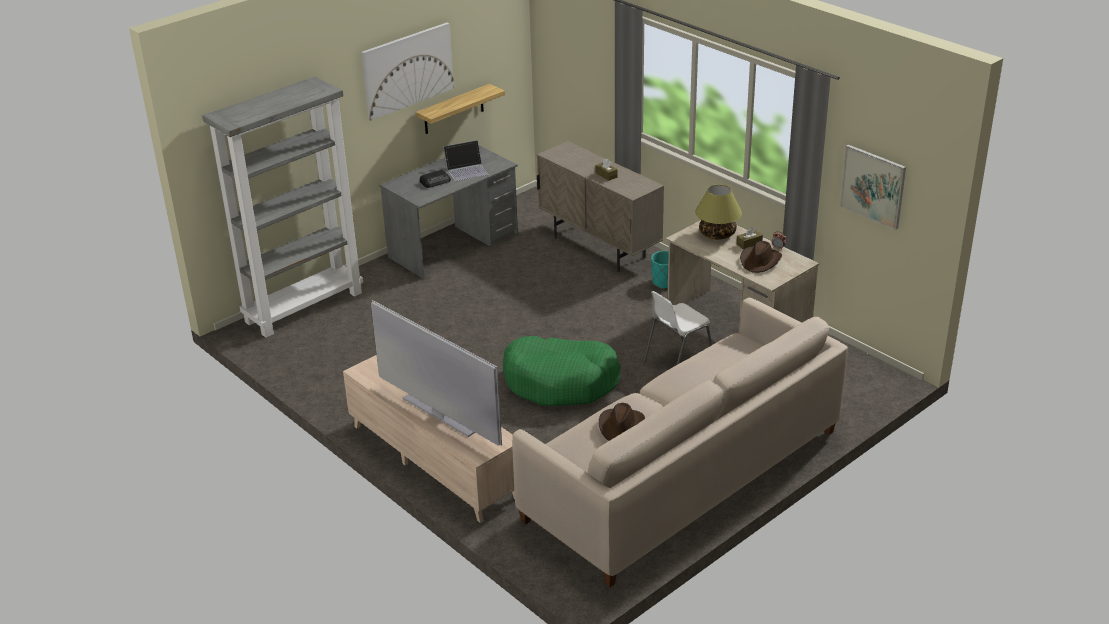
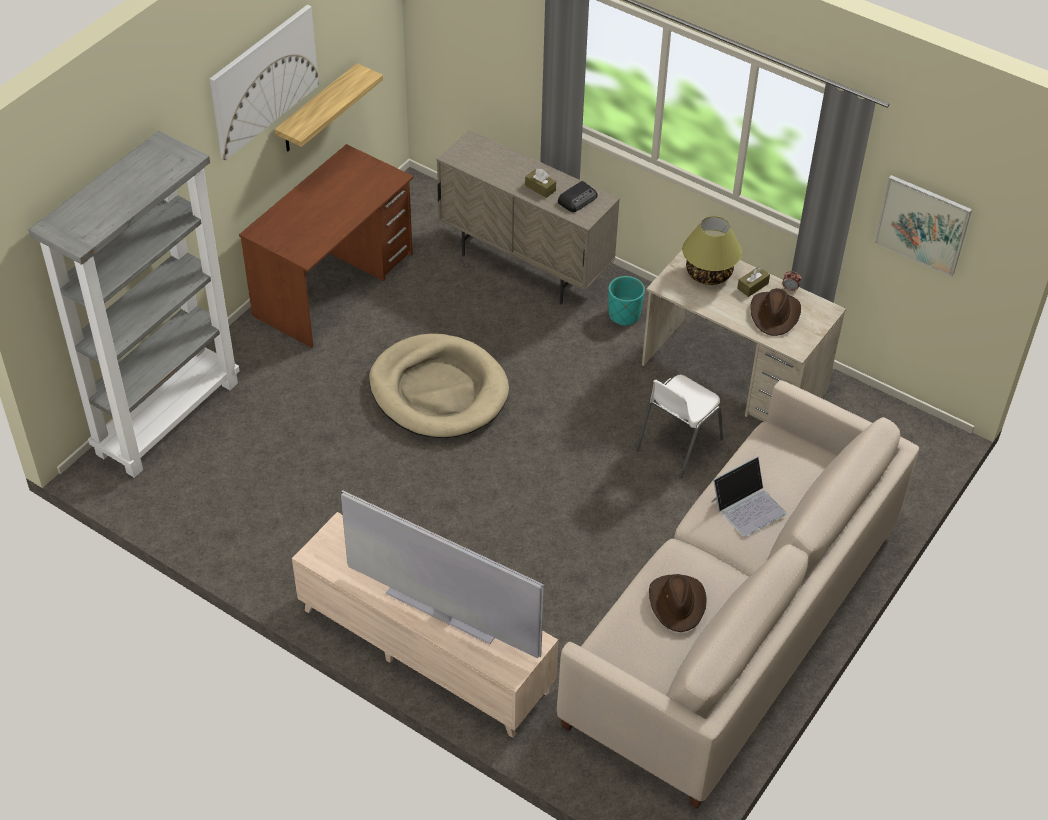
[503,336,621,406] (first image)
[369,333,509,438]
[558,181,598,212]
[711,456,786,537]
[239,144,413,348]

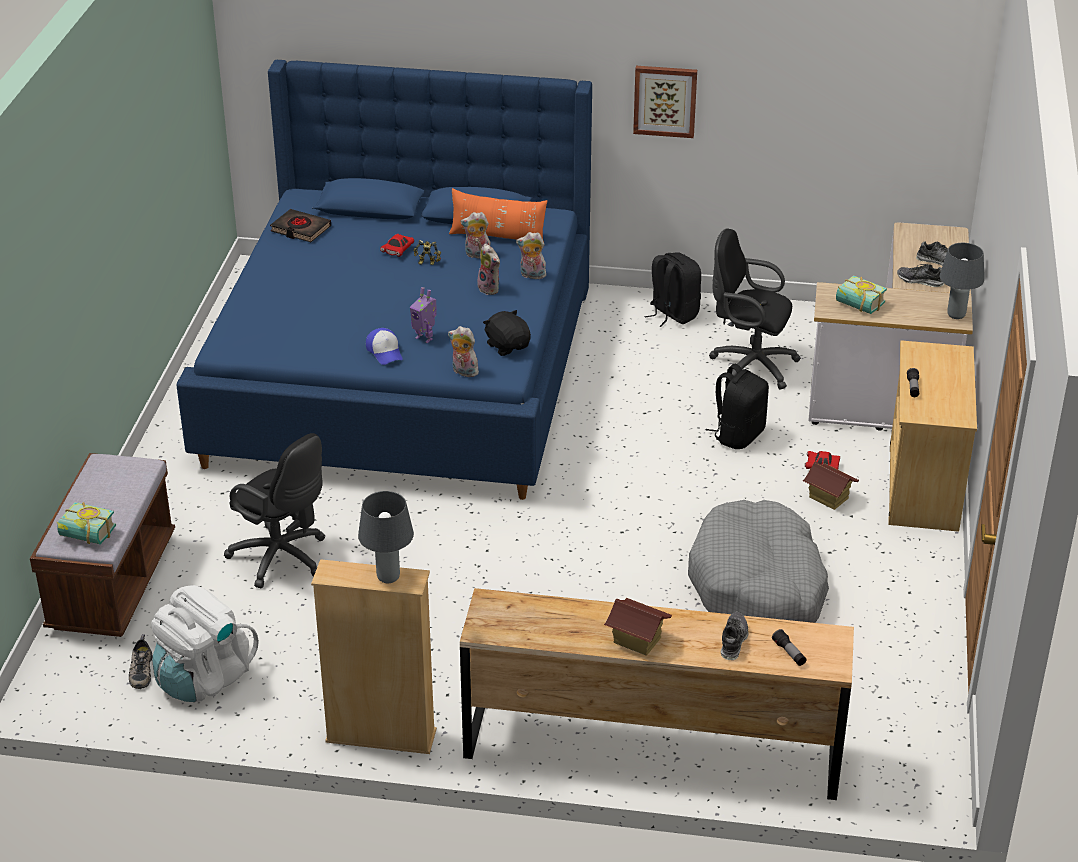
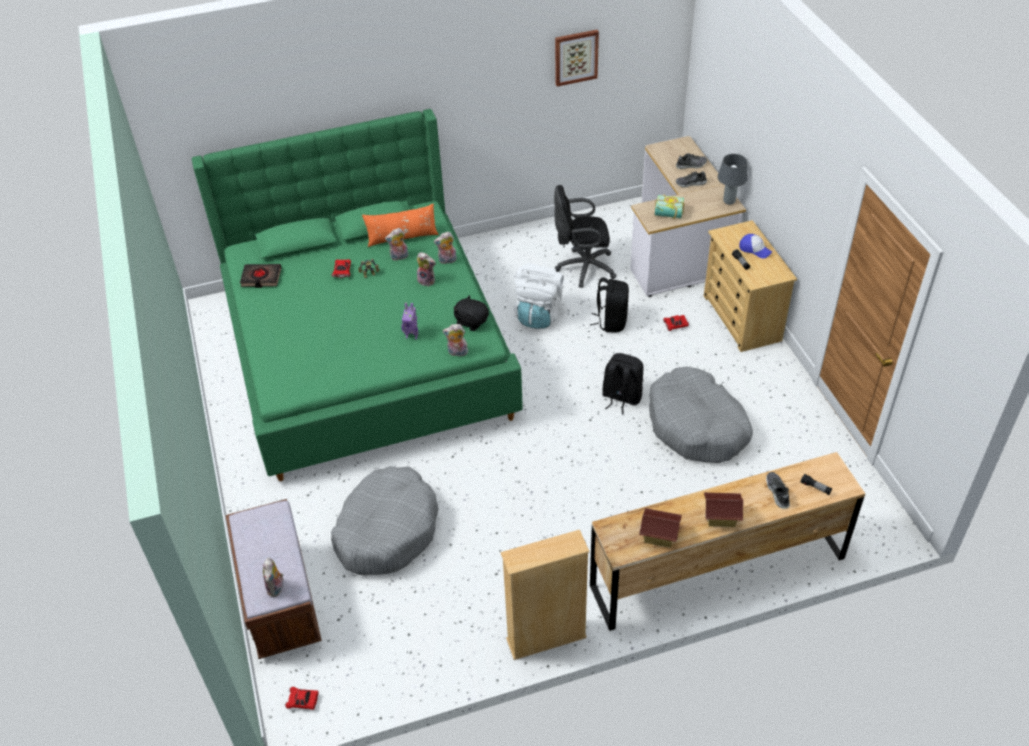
[129,634,152,689] (first image)
[358,491,414,583] (first image)
[285,687,319,710]
[514,264,564,329]
[739,234,772,259]
[555,30,599,87]
[602,353,643,414]
[639,508,682,548]
[263,557,284,597]
[331,466,438,575]
[192,109,523,481]

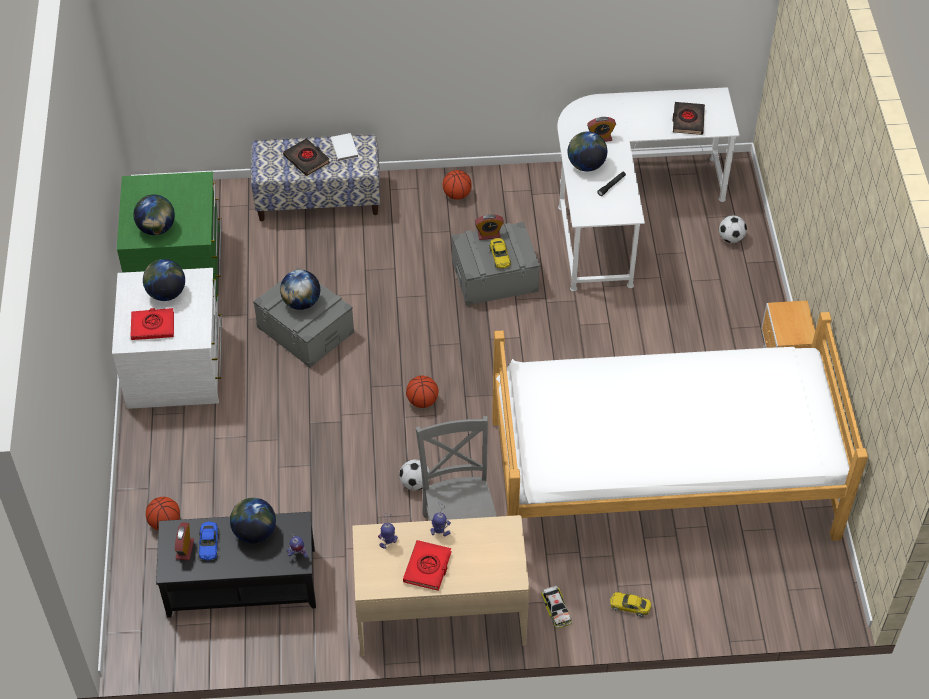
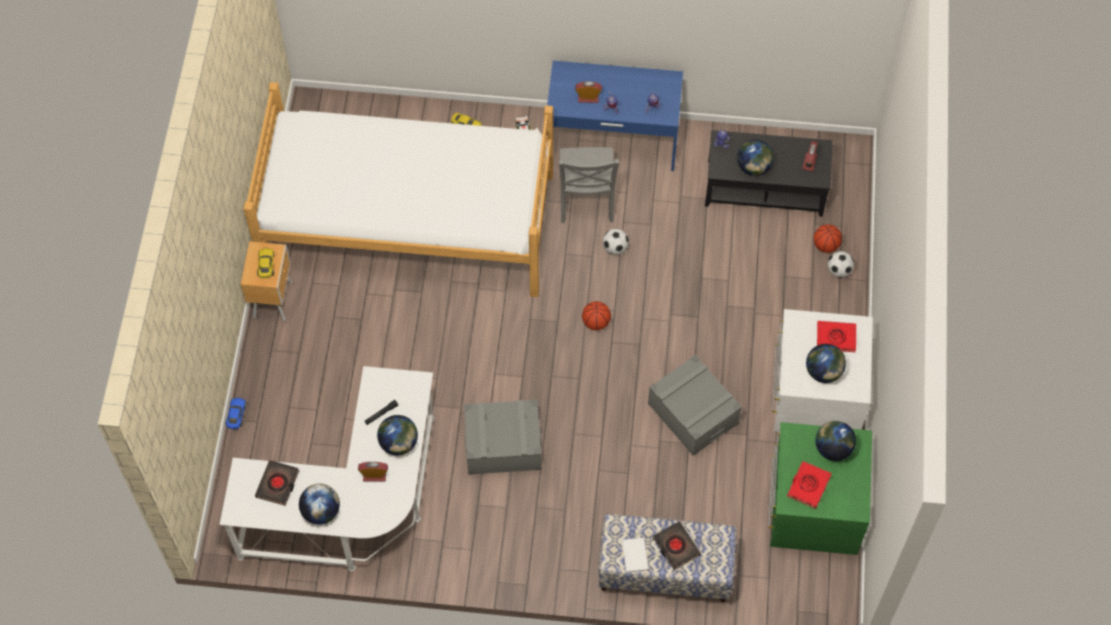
[443,170,472,200] (first image)
[226,398,246,429]
[299,484,340,525]
[787,461,831,509]
[575,81,602,103]
[257,248,274,279]
[828,251,854,278]
[547,61,683,171]

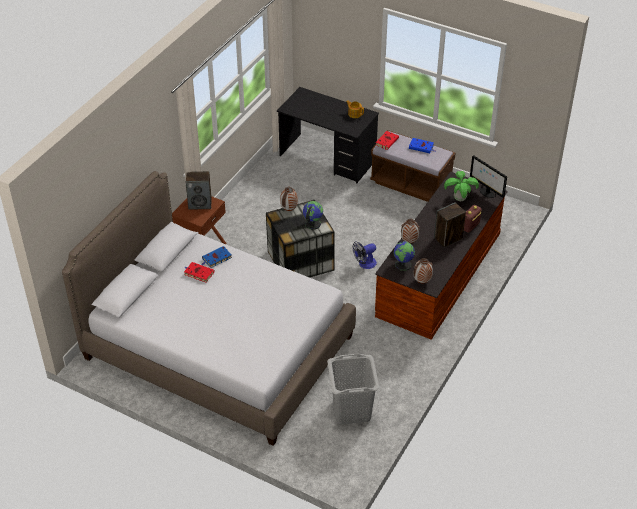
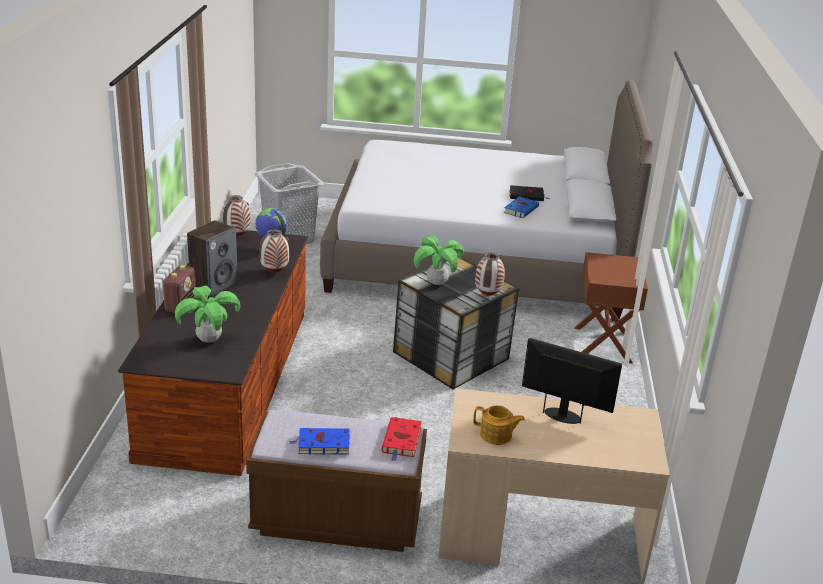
[186,171,212,210] (first image)
[352,242,377,269] (first image)
[522,338,622,424]
[414,236,464,285]
[509,185,549,201]
[438,388,670,582]

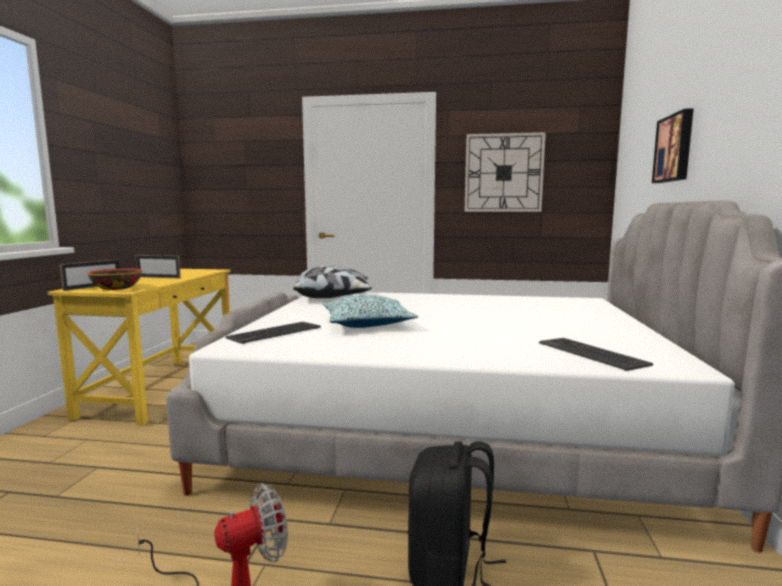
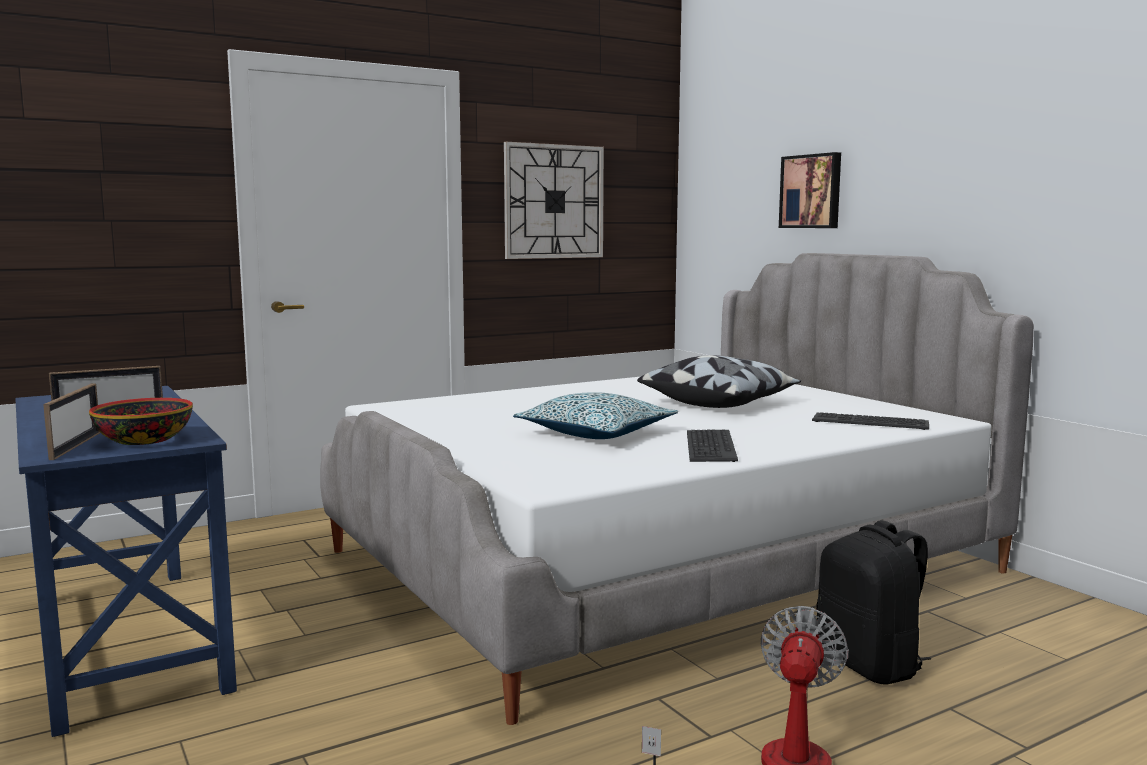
[687,429,738,462]
[637,355,801,408]
[15,386,237,737]

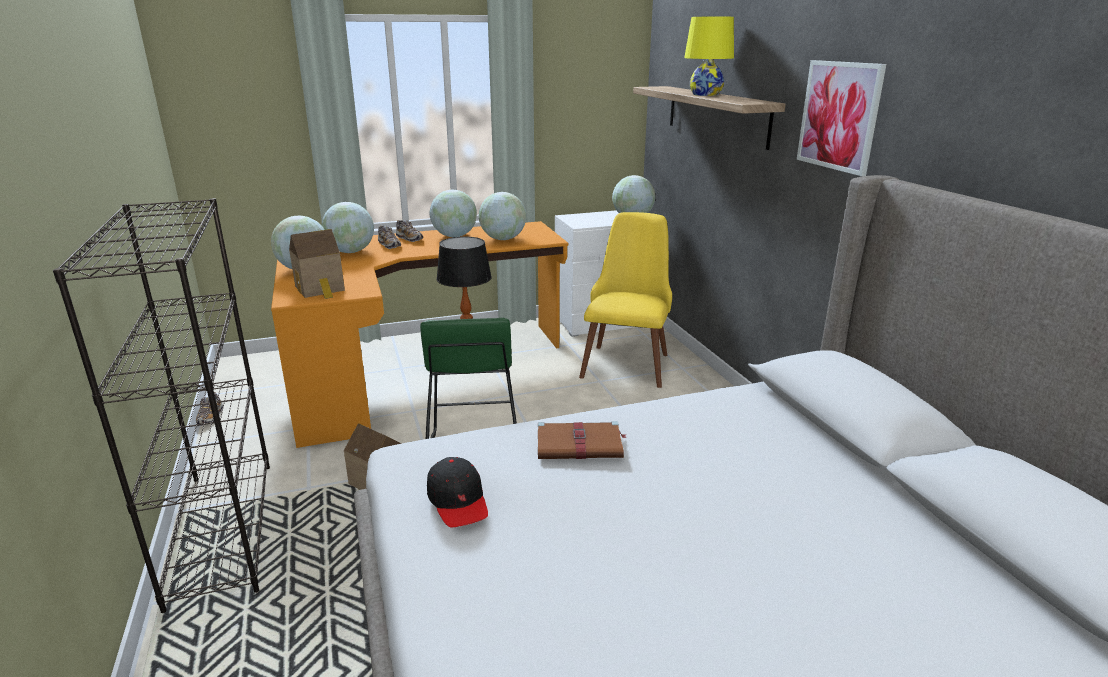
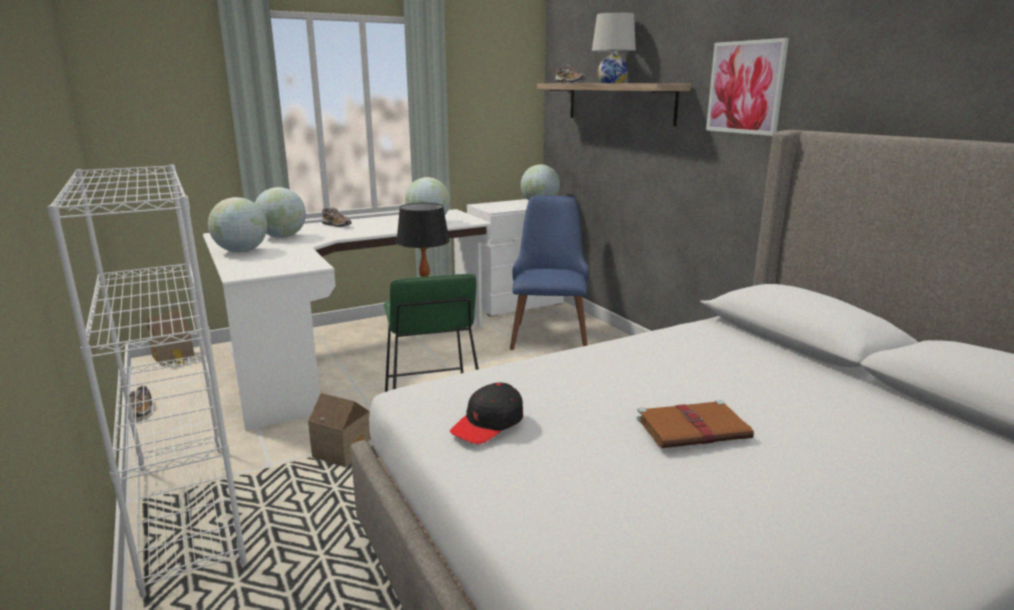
[430,190,477,237] (first image)
[147,310,195,366]
[555,65,586,83]
[637,400,754,448]
[47,165,247,598]
[203,209,491,431]
[510,196,589,350]
[592,12,636,83]
[450,383,523,444]

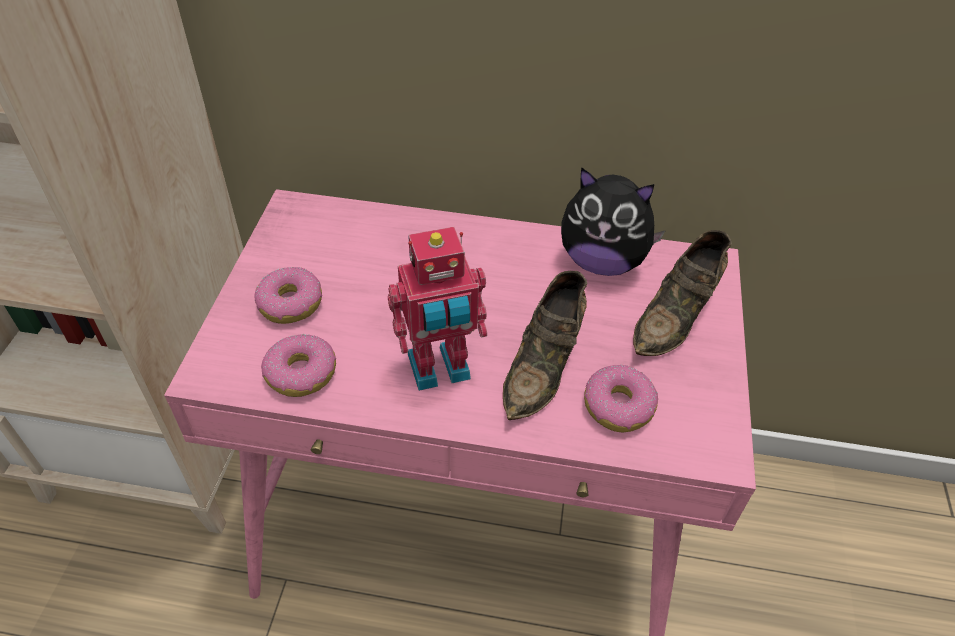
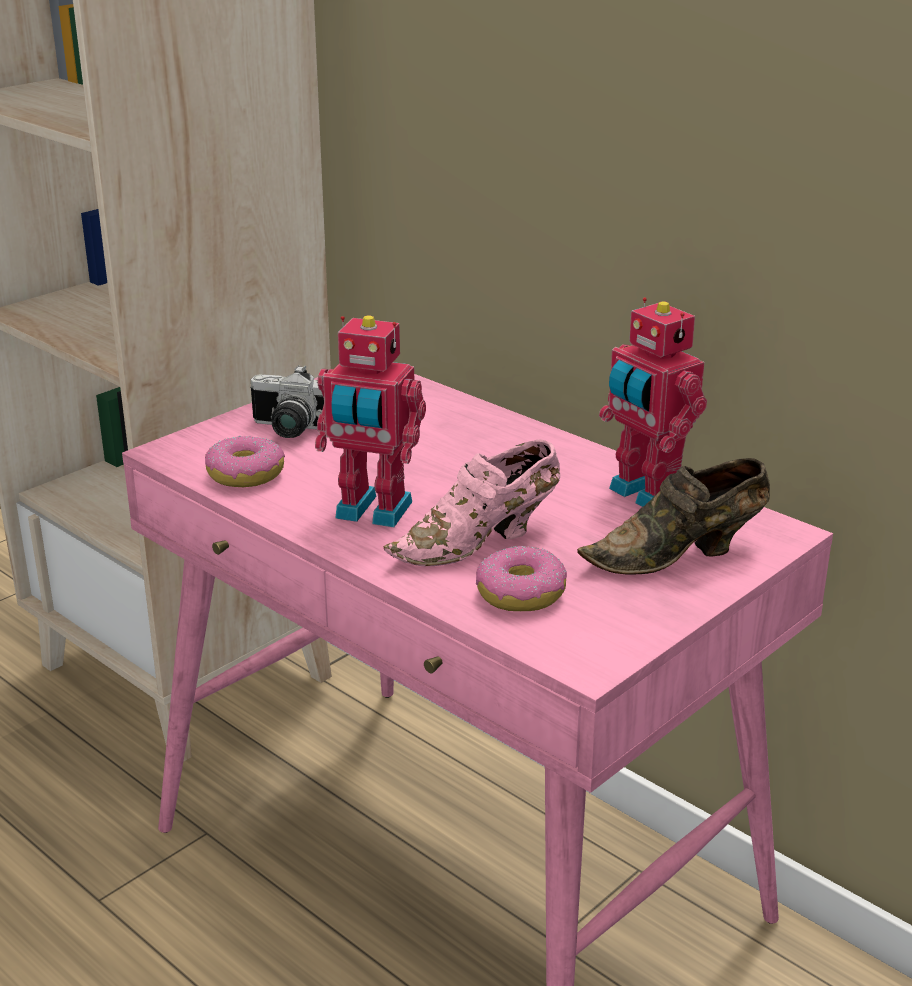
[250,365,324,438]
[599,297,707,507]
[384,440,560,566]

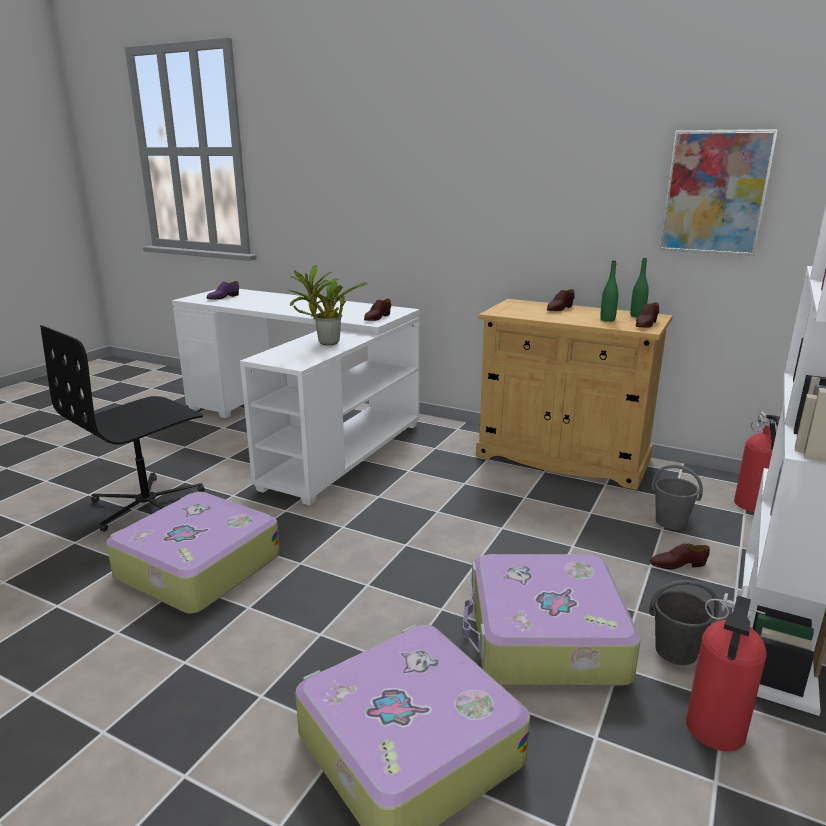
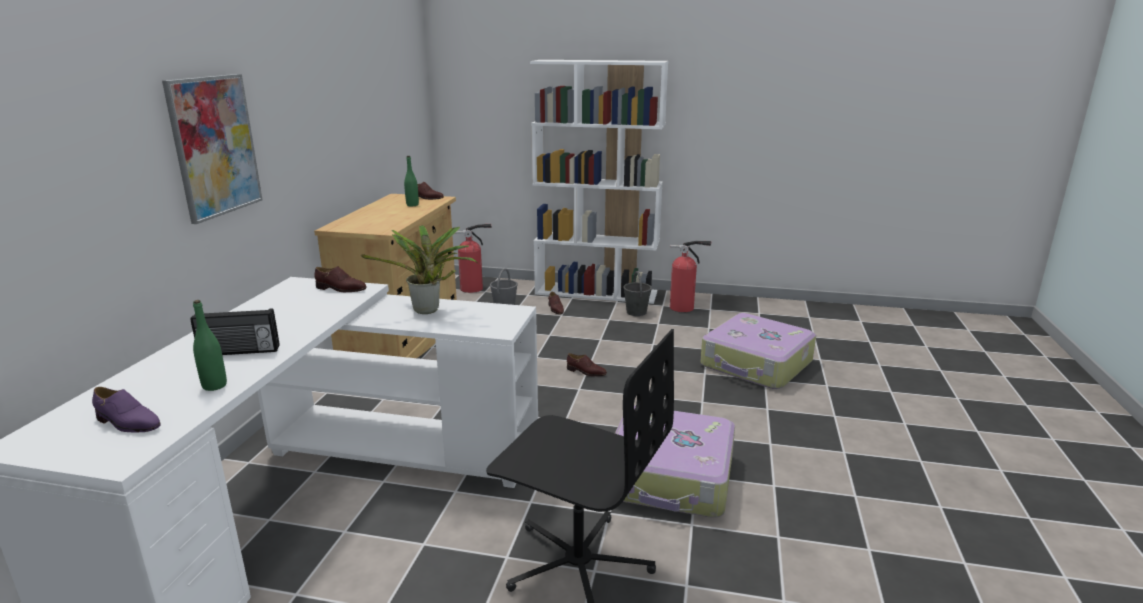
[462,554,641,686] (first image)
[190,308,280,355]
[567,353,607,376]
[193,300,227,391]
[162,74,263,224]

